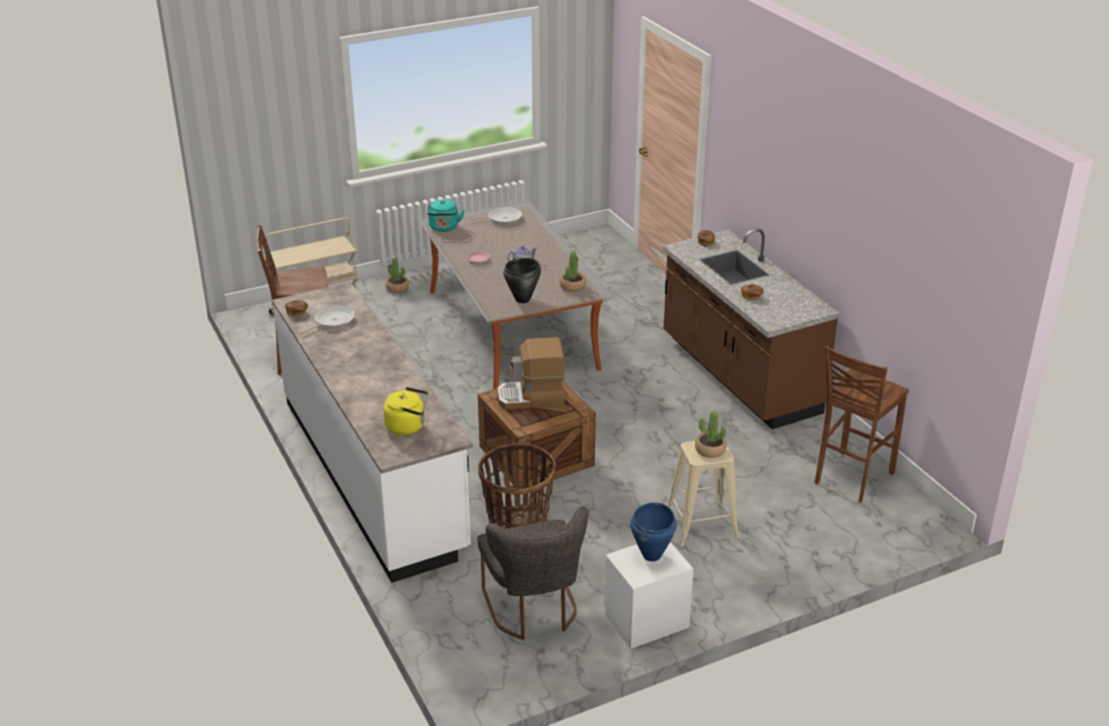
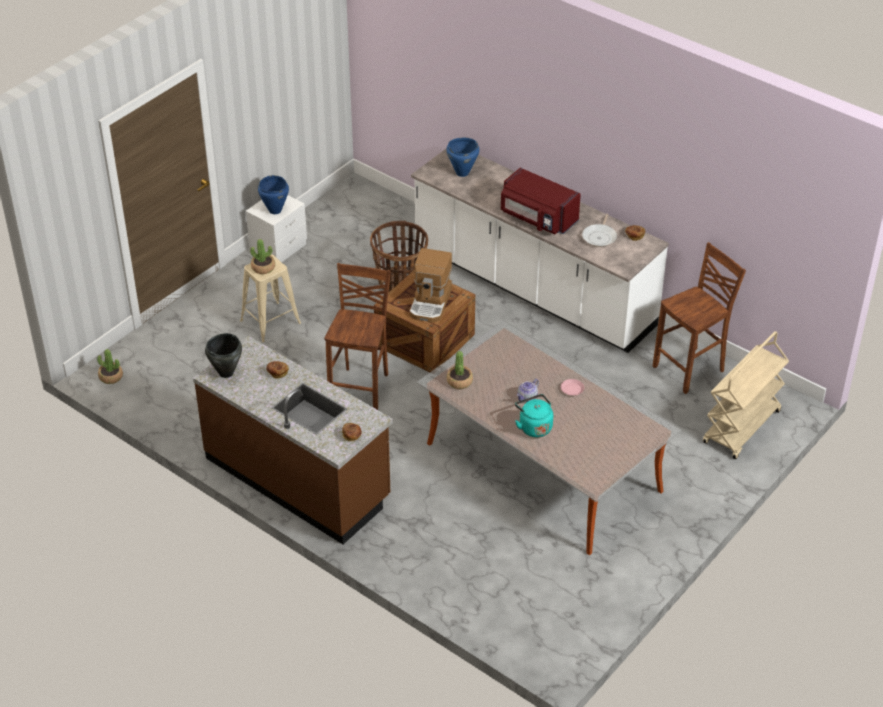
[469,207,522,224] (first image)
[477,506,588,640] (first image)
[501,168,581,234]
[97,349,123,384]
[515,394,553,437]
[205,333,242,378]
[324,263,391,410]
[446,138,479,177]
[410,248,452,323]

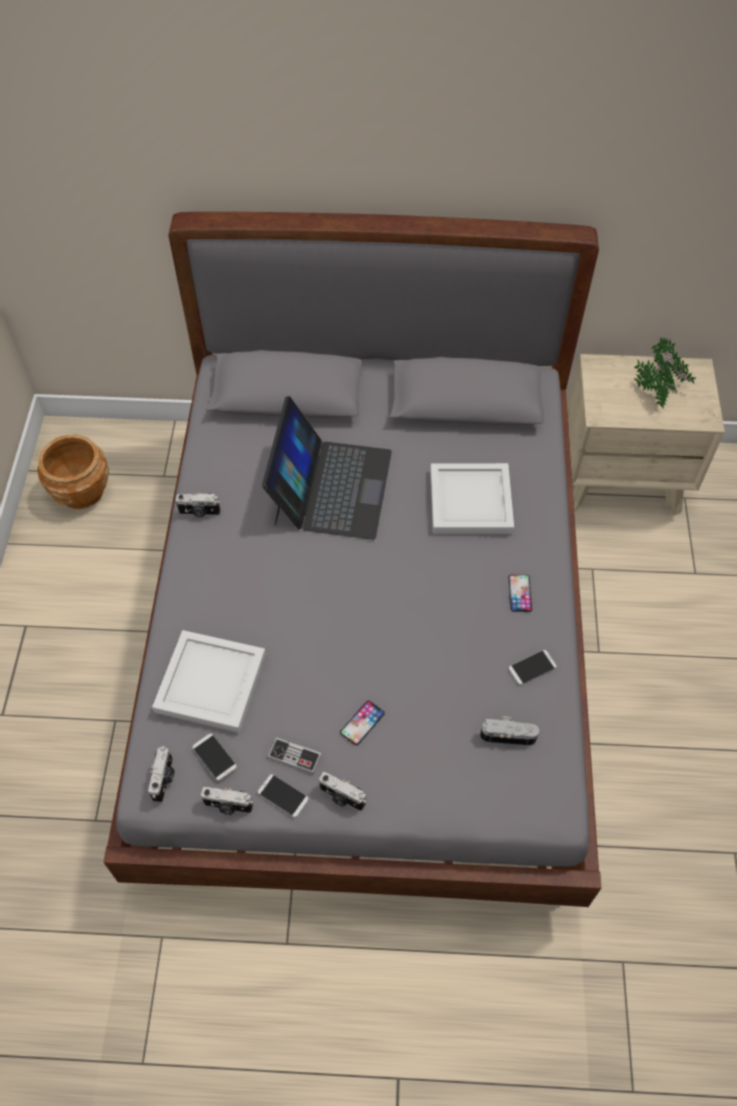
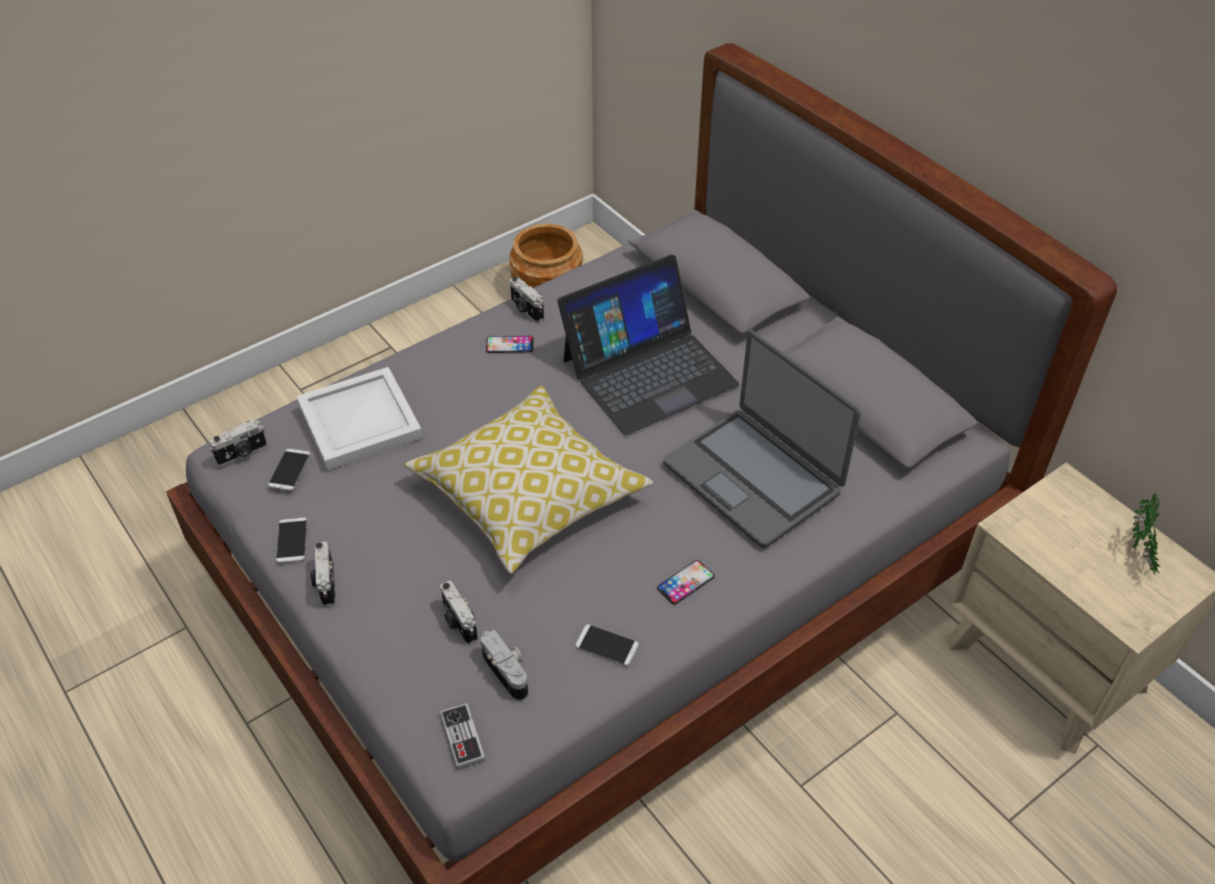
[634,358,676,408] (first image)
[404,386,653,574]
[440,581,478,645]
[440,703,486,769]
[486,336,534,353]
[663,331,861,548]

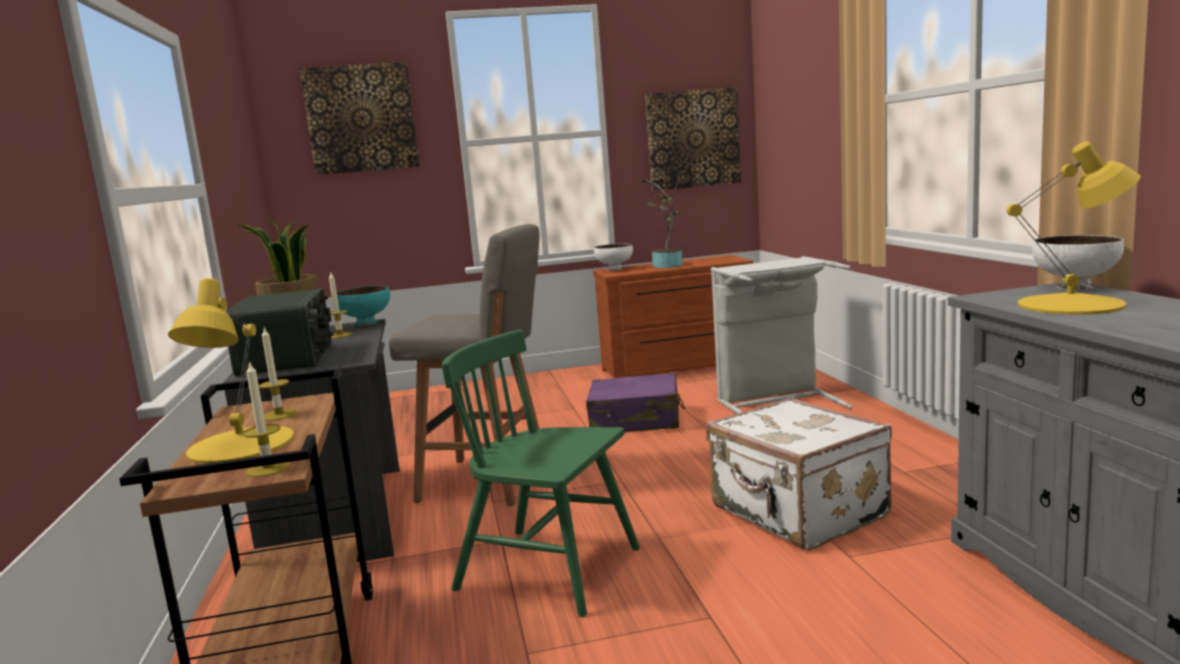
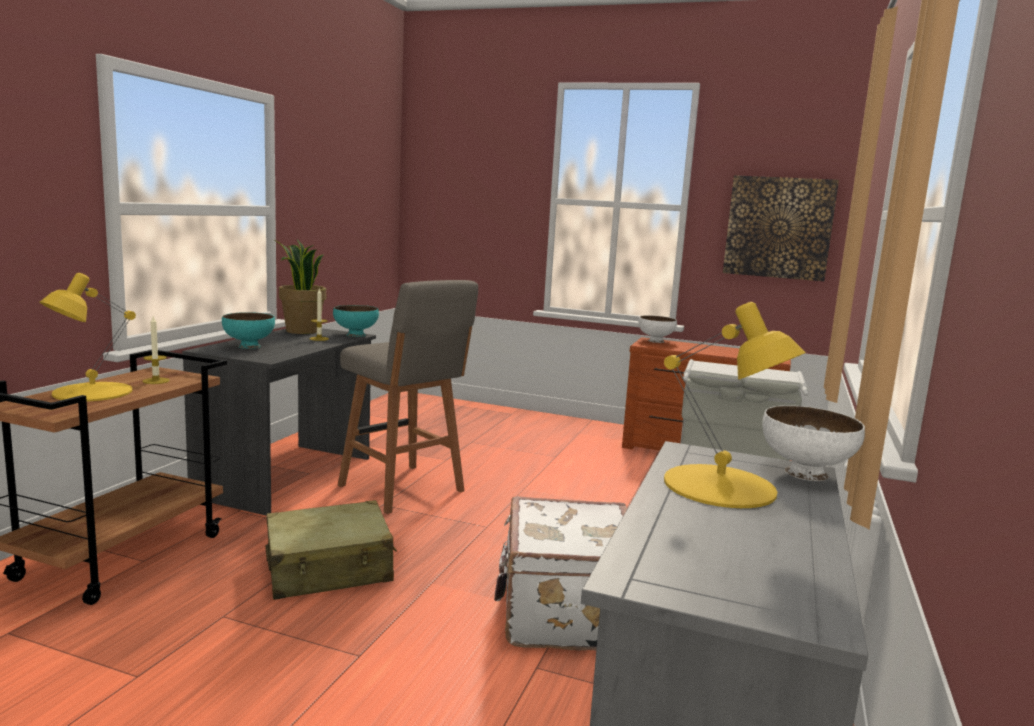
[242,360,290,477] (first image)
[300,62,420,175] (first image)
[586,373,685,432] (first image)
[639,167,690,268] (first image)
[222,312,275,349]
[265,500,397,600]

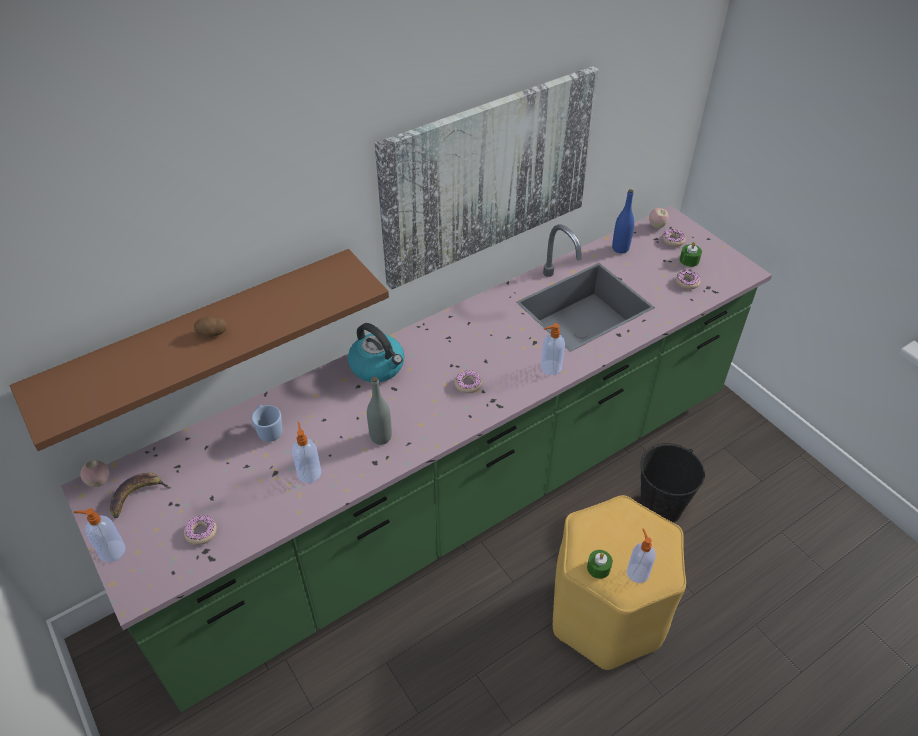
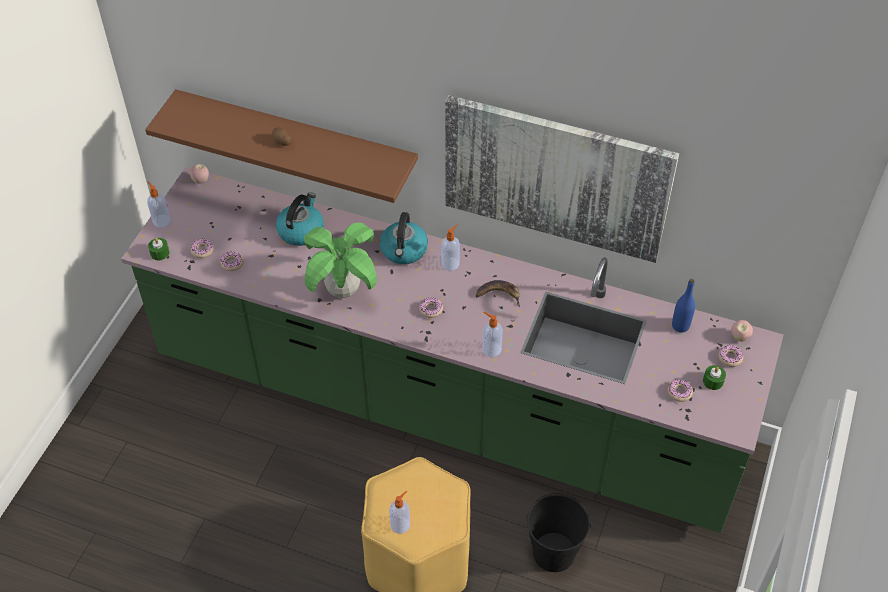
[220,251,244,271]
[476,280,520,307]
[441,224,460,271]
[148,238,170,260]
[276,193,324,246]
[304,223,377,298]

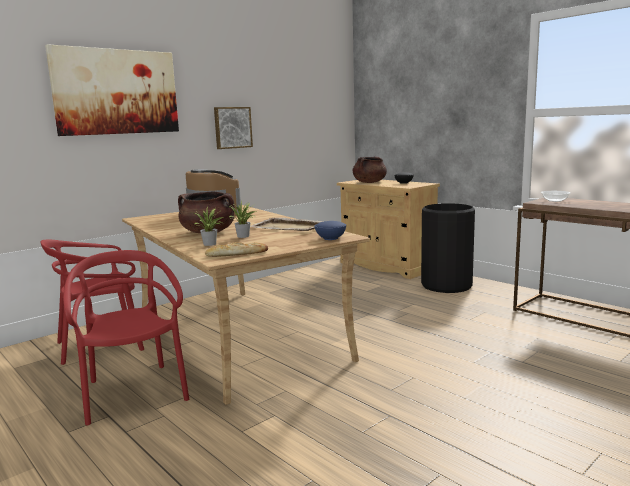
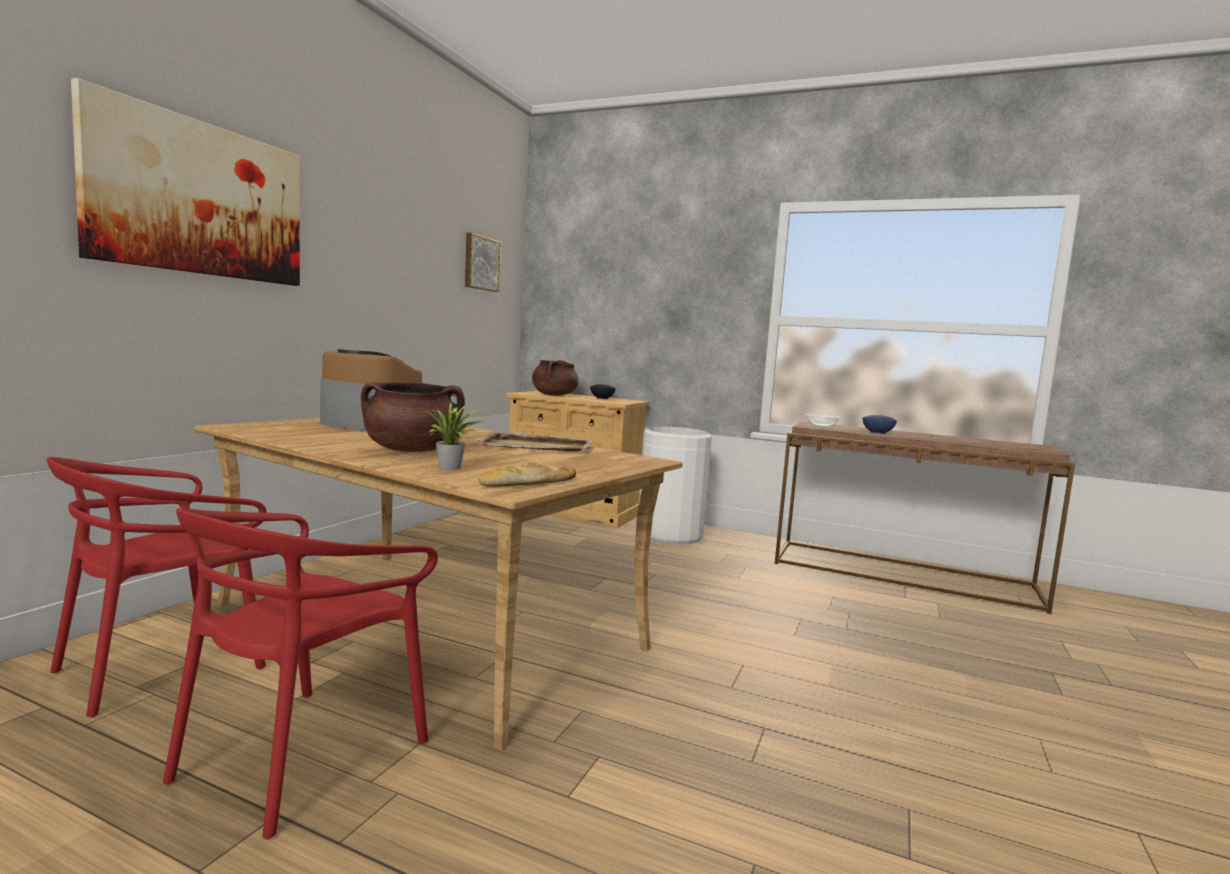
[228,201,256,238] (first image)
[465,233,501,292]
[862,415,897,434]
[639,427,712,545]
[163,508,438,839]

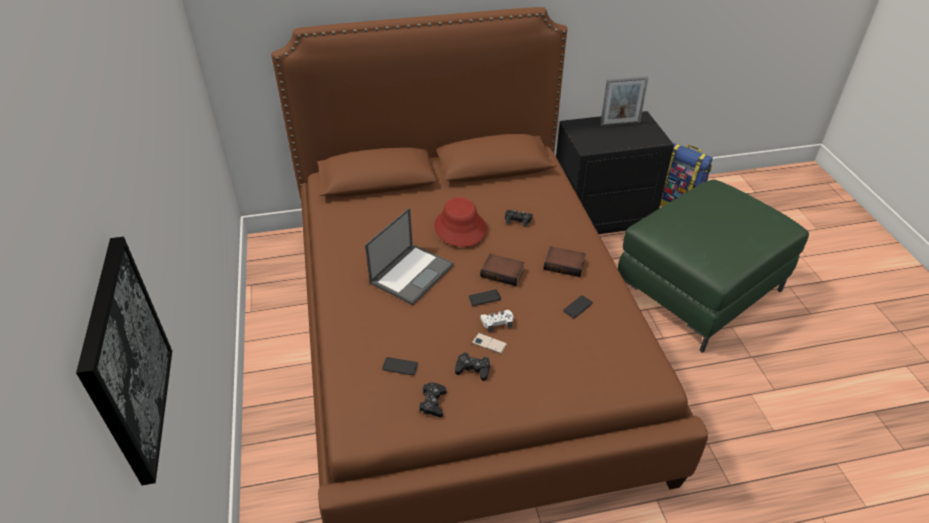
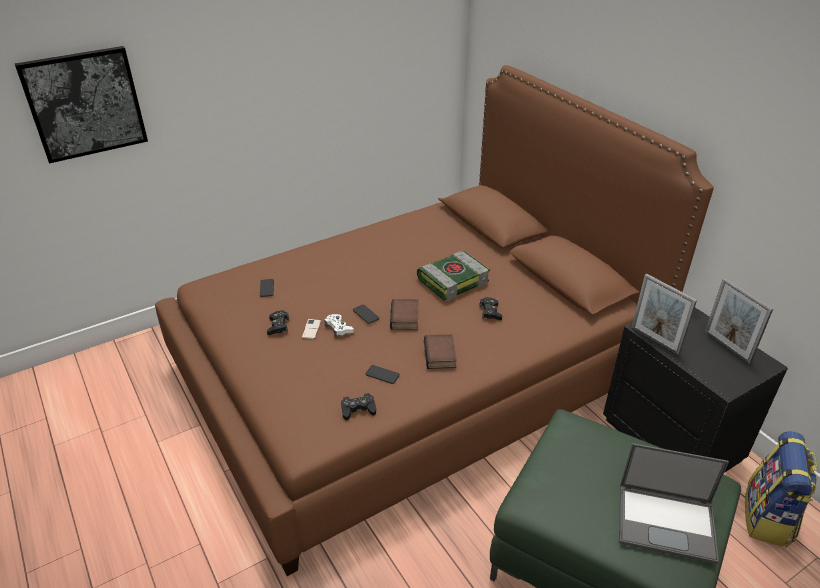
[631,274,697,355]
[620,443,729,564]
[341,393,376,420]
[417,251,490,301]

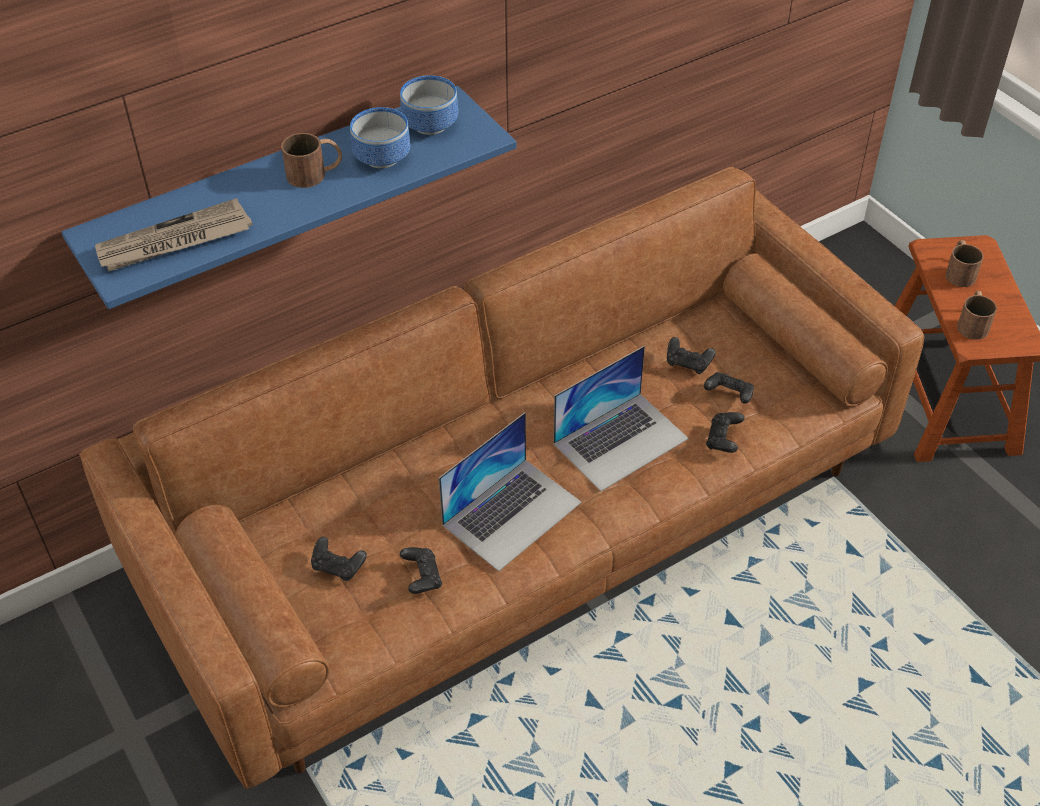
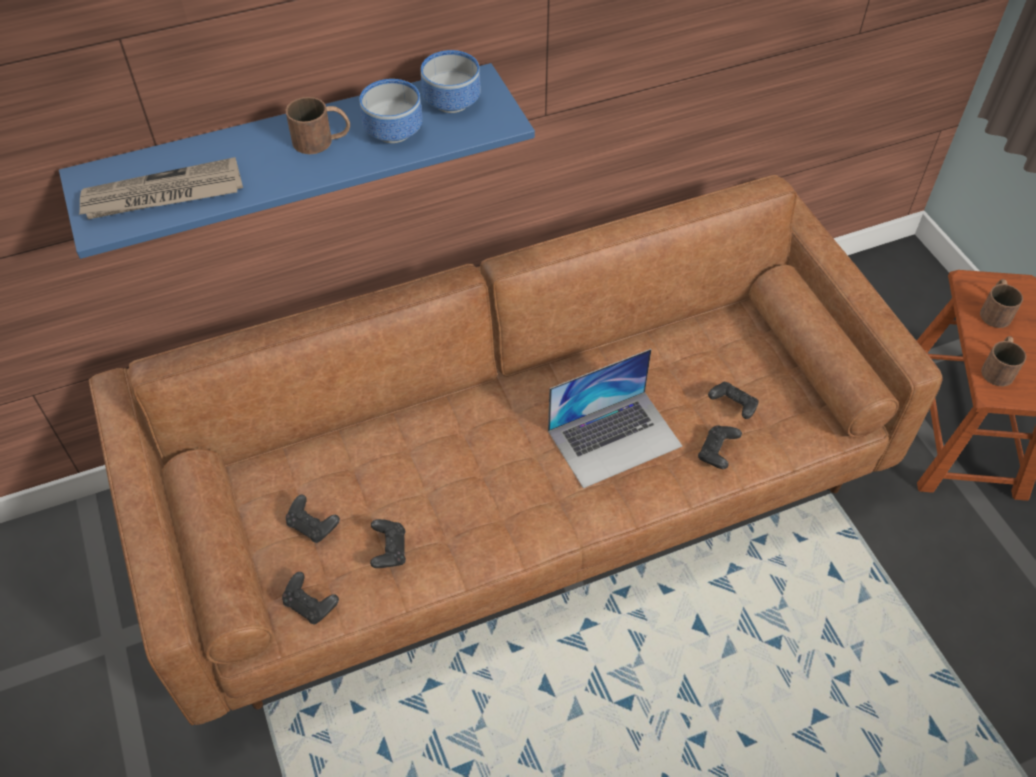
[439,412,582,571] (first image)
[282,572,339,624]

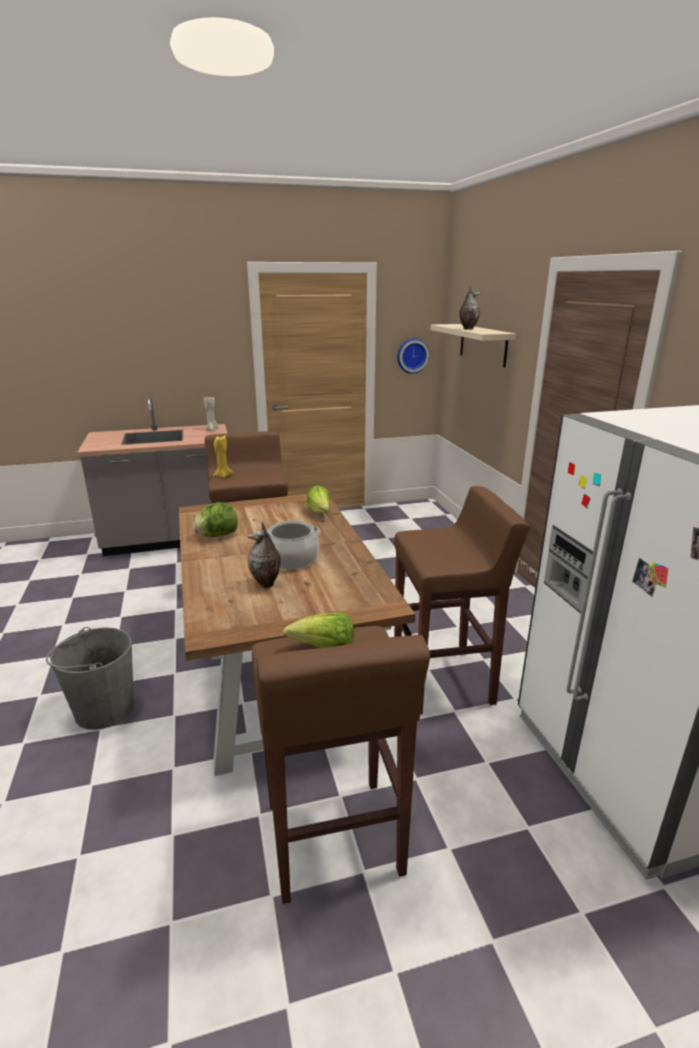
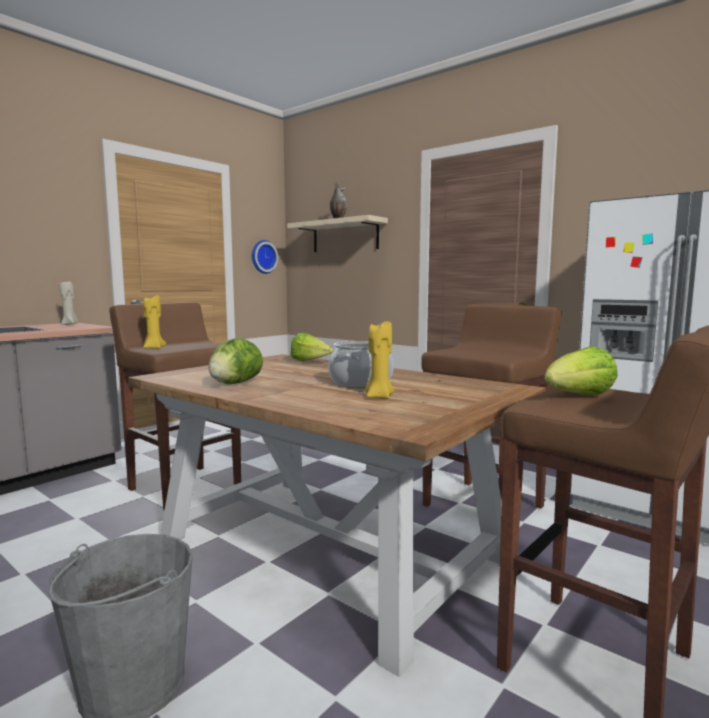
[365,321,395,399]

